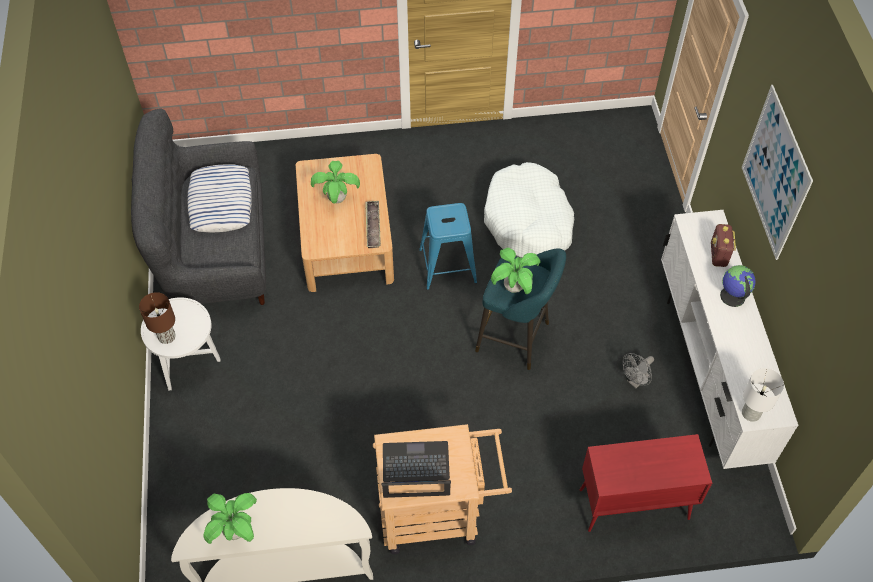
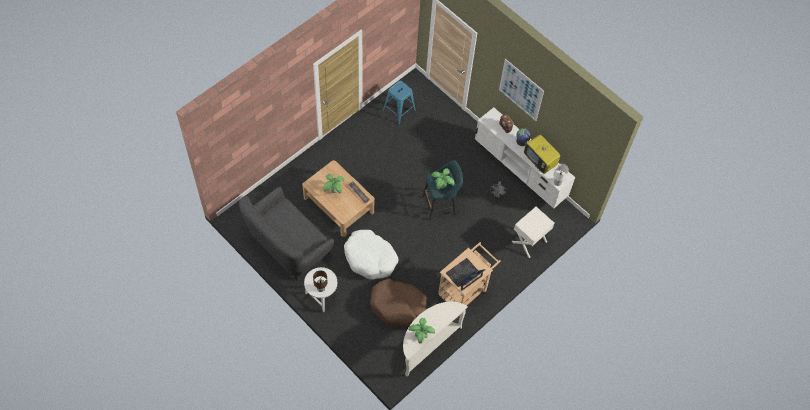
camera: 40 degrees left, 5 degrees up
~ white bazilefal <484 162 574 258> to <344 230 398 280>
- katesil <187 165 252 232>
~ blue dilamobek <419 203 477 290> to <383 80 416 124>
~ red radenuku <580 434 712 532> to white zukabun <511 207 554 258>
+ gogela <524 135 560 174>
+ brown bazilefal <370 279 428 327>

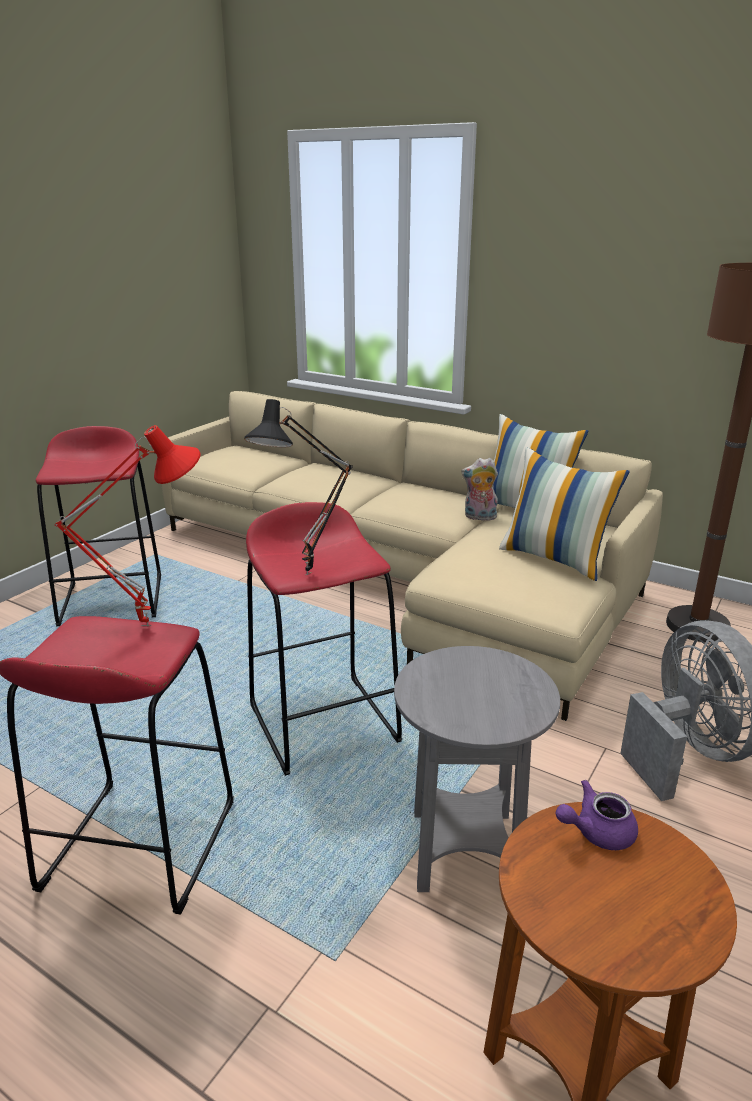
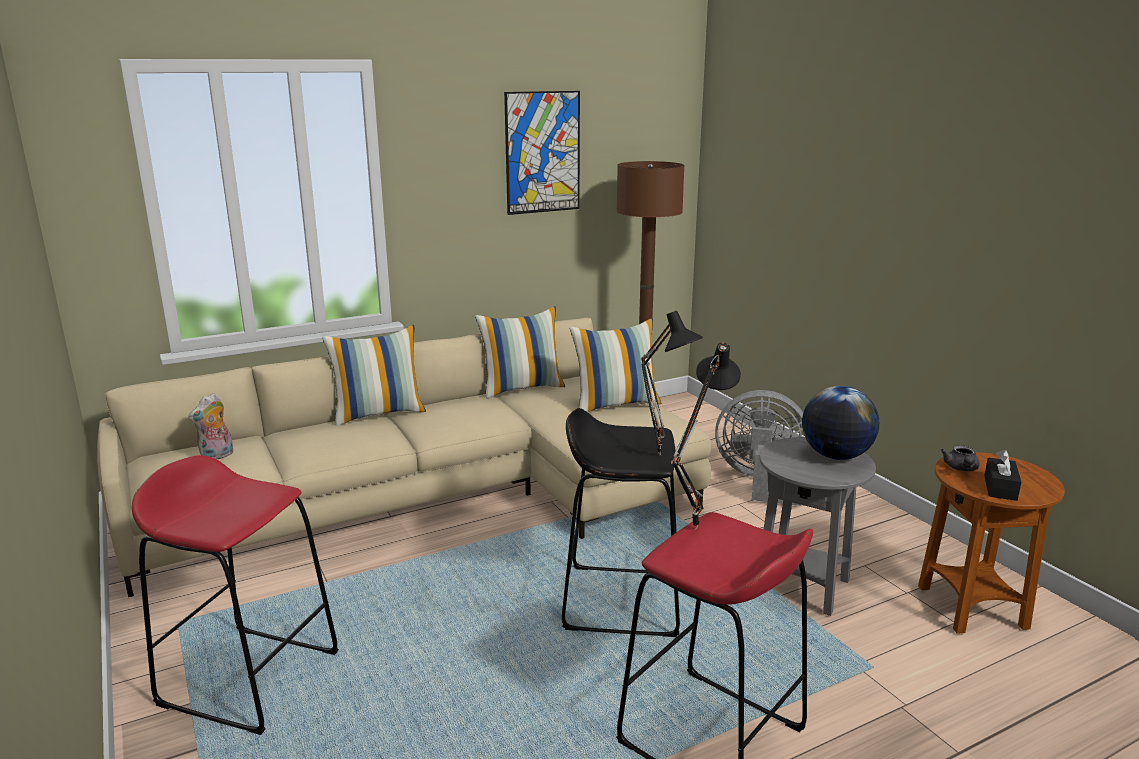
camera: 60 degrees left, 5 degrees down
~ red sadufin <55 425 201 627> to black sadufin <671 343 741 531>
~ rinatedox <461 458 498 521> to <188 393 233 459>
~ red dilamobek <246 502 402 776> to black dilamobek <562 408 680 637>
~ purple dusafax <555 780 638 850> to grey dusafax <941 445 979 472>
+ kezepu <504 91 580 215>
+ katesil <322 325 426 426>
+ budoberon <802 386 879 460>
+ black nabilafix <984 450 1021 501>

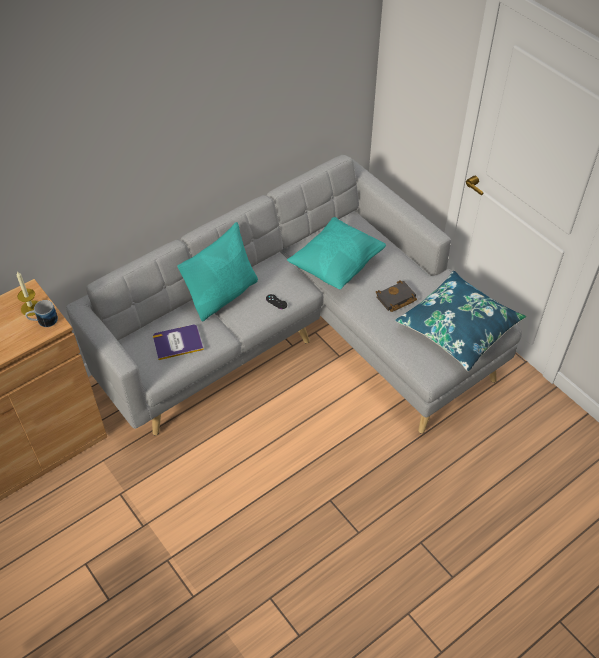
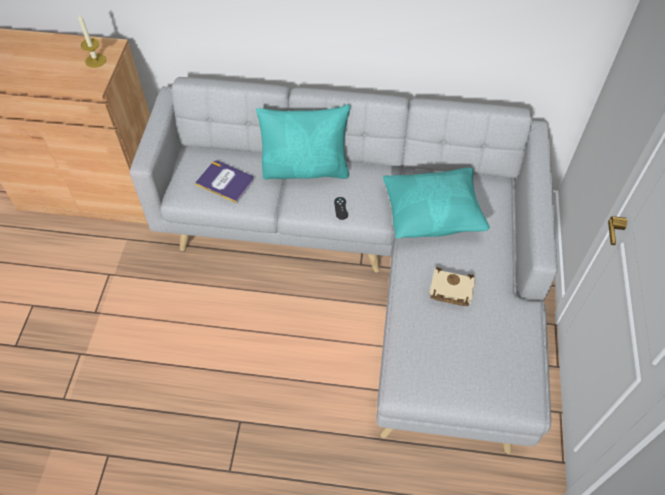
camera: 45 degrees right, 5 degrees up
- blue katesil <395 271 526 371>
~ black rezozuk <376 280 417 312> to beige rezozuk <429 267 475 307>
- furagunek <25 300 58 327>

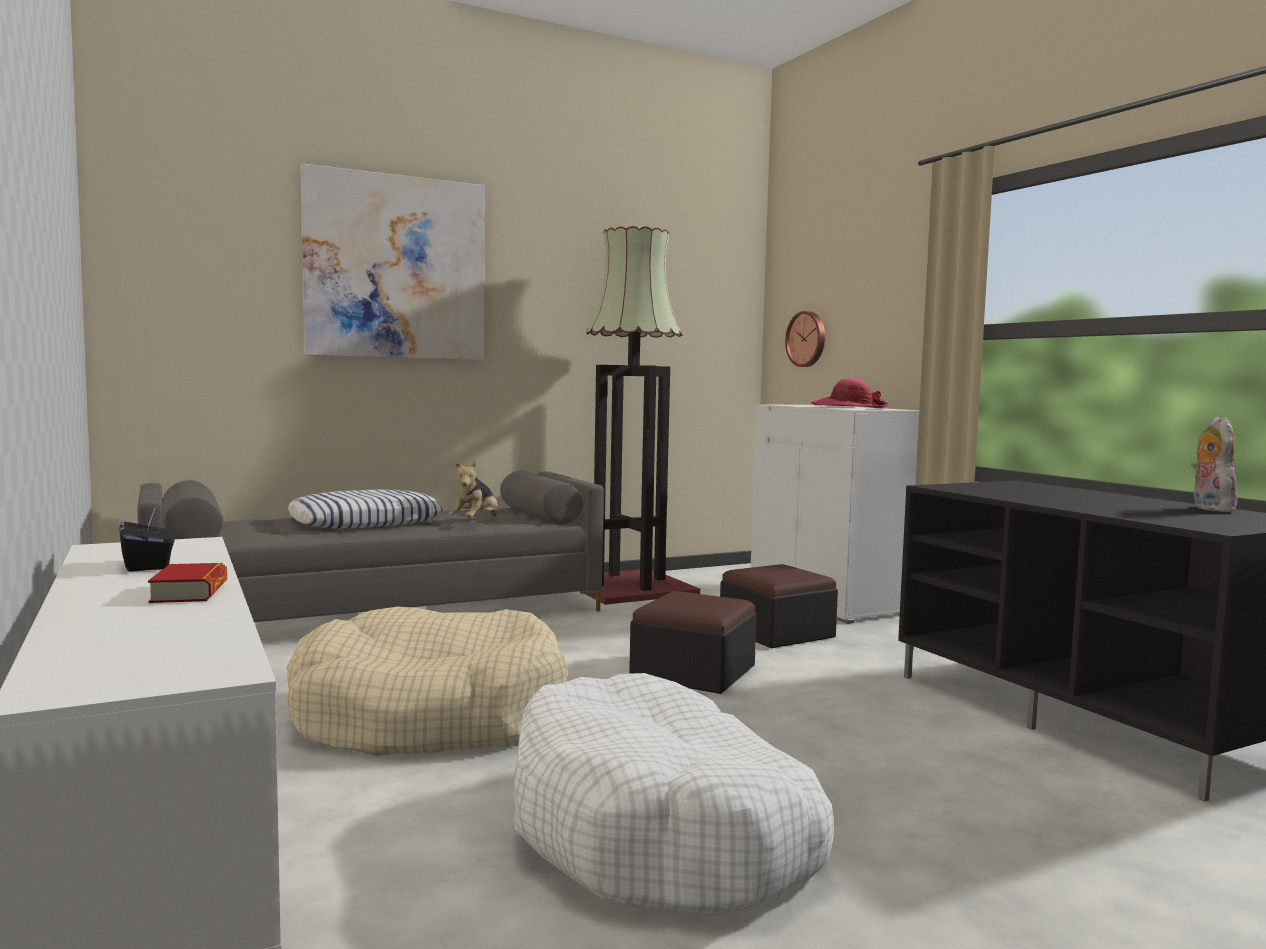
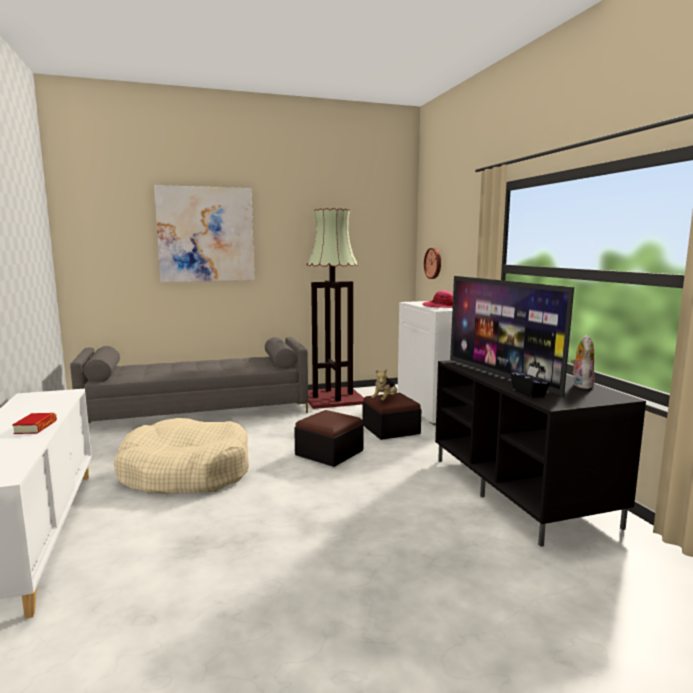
camera: 10 degrees right, 5 degrees up
~ rinatedox <449 461 497 518> to <371 369 397 400>
- katesil <288 489 443 529>
~ black nabilafix <119 507 175 572> to <511 366 550 397>
- white bazilefal <514 673 834 916>
+ gogela <450 276 574 396>

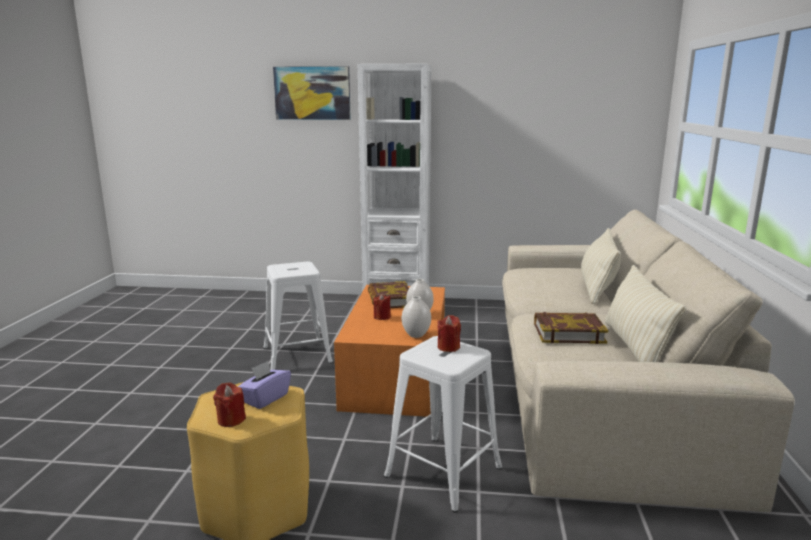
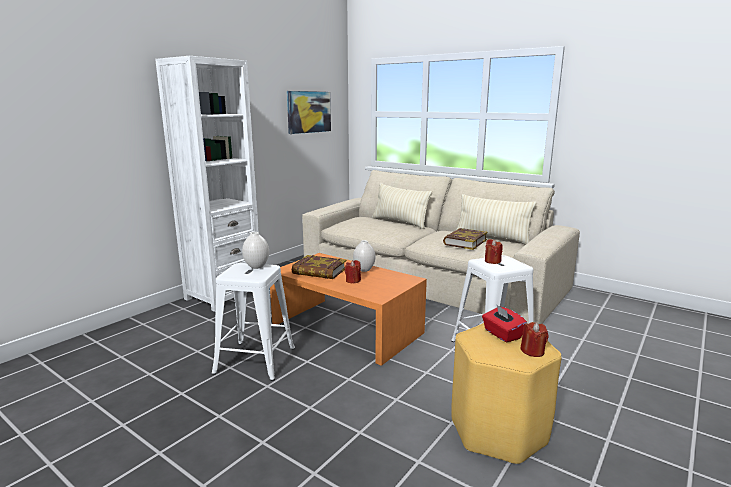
camera: 60 degrees left, 0 degrees up
~ kezepu <273 66 351 120> to <287 91 331 134>
~ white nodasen <402 296 431 338> to <242 232 269 269>
~ purple nabilafix <238 361 291 409> to red nabilafix <482 304 527 343>

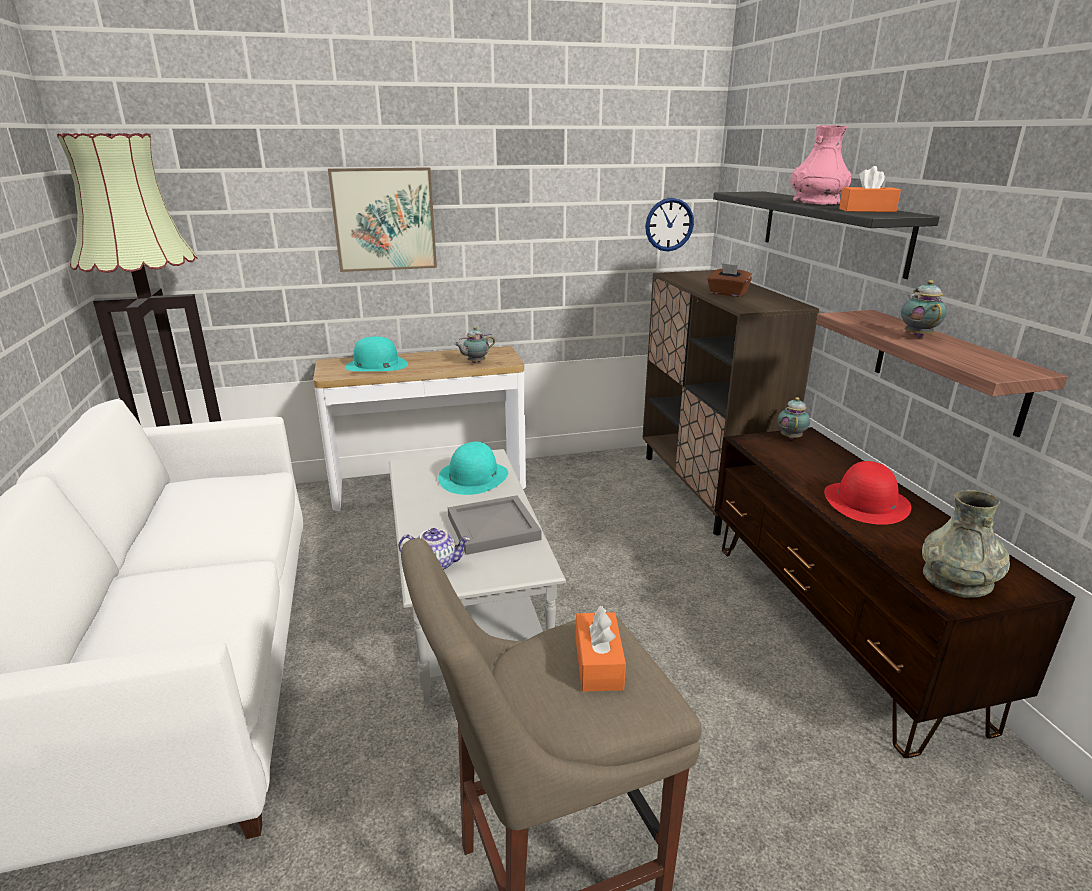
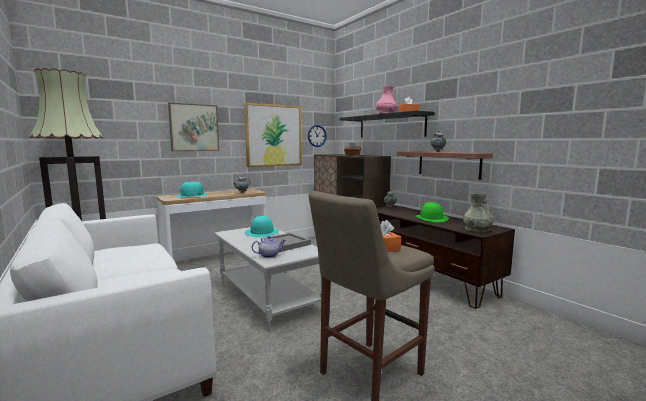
camera: 20 degrees left, 15 degrees down
~ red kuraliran <824 461 911 525> to green kuraliran <415 202 449 222>
+ kezepu <244 103 302 167>

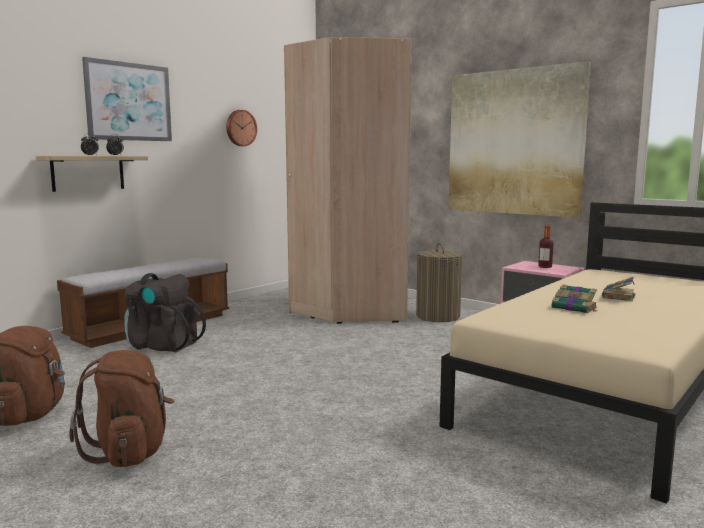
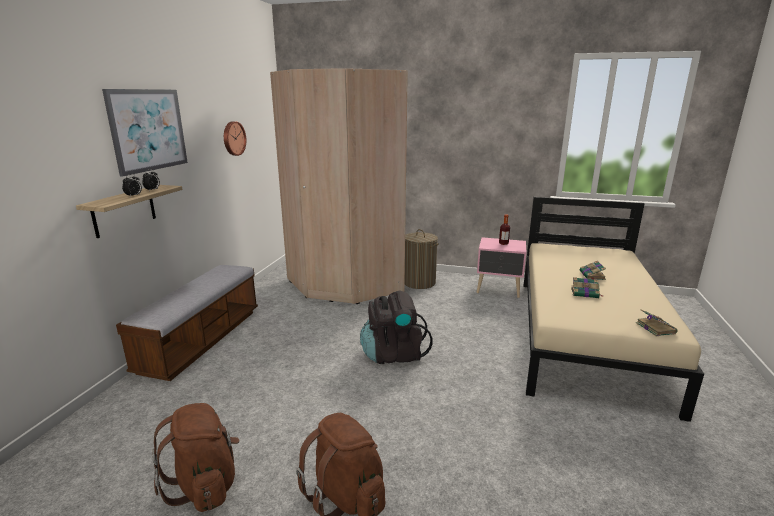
camera: 25 degrees left, 10 degrees up
- kezepu <448 61 591 218>
~ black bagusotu <124 273 206 352> to <360 290 433 364>
+ rezozuk <636 309 678 336>

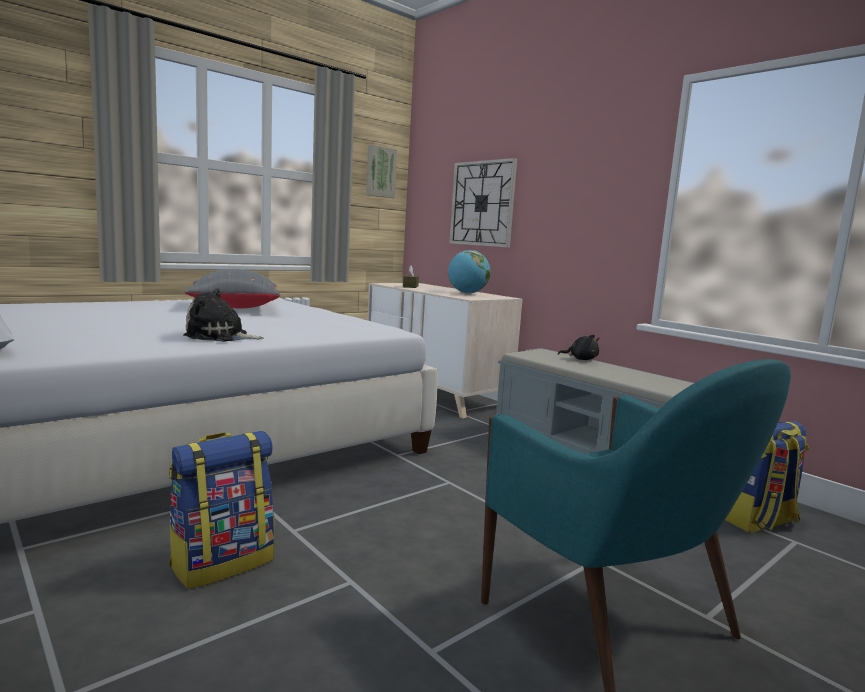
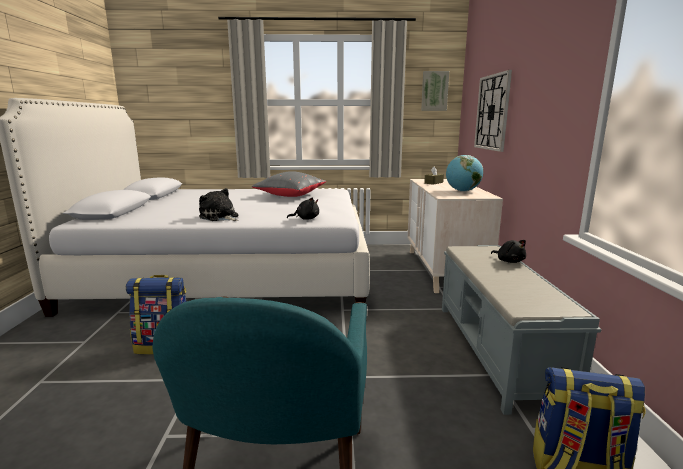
camera: 40 degrees right, 5 degrees up
+ black rinatedox <287 197 319 220>

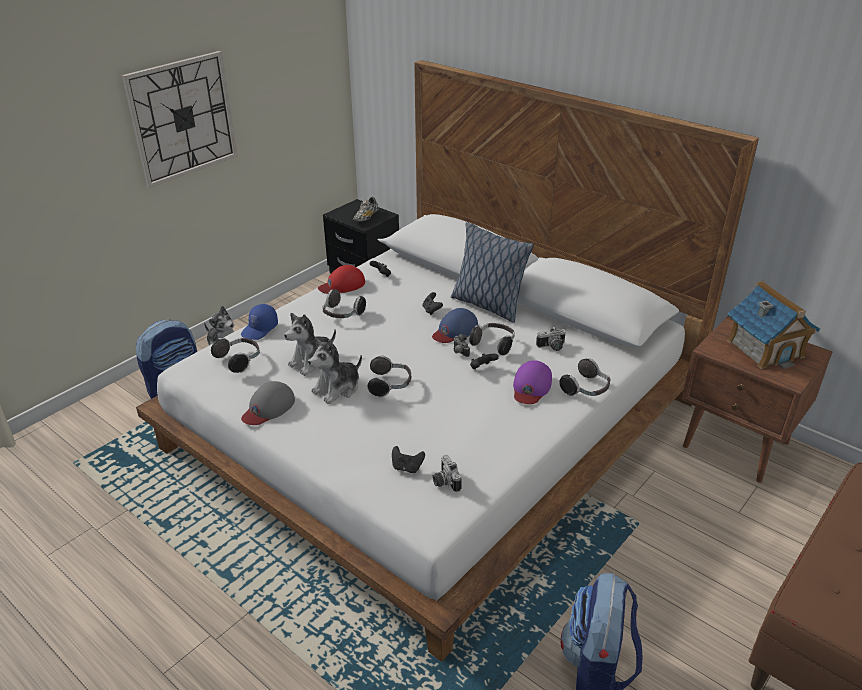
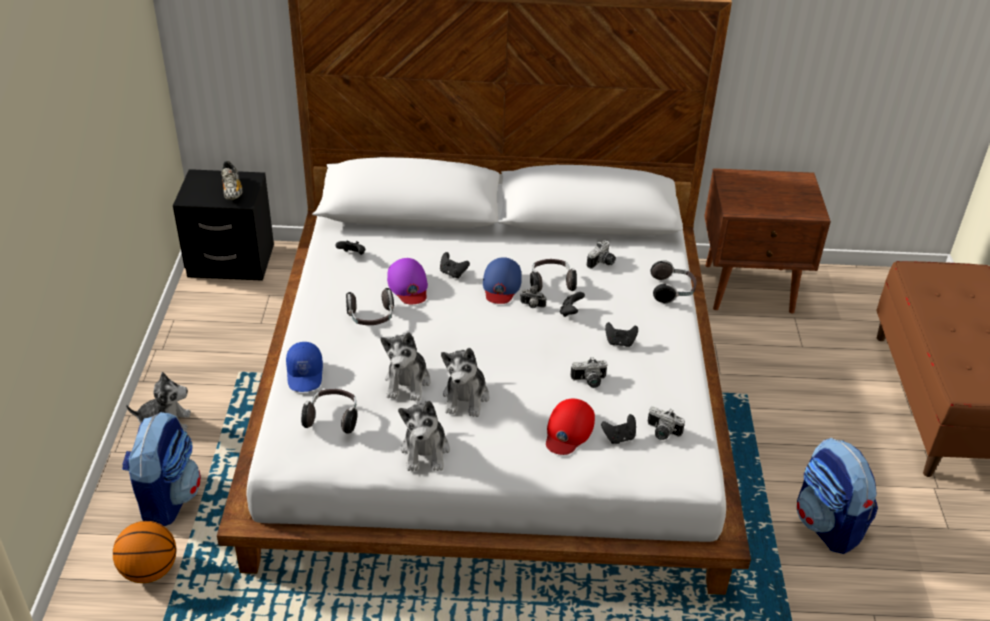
camera: 40 degrees left, 5 degrees up
- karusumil <122 51 237 188>
- katesil <451 222 534 323>
~ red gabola <318 265 365 294> to <546 399 595 455>
- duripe <727 281 820 369>
- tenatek <368 355 411 397>
~ purple gabola <513 360 552 404> to <387 258 428 304>
~ grey gabola <241 381 295 425> to rinatedox <398 400 450 471>
+ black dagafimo <605 322 638 347>
+ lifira <570 357 607 388>
+ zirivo <113 521 177 583>

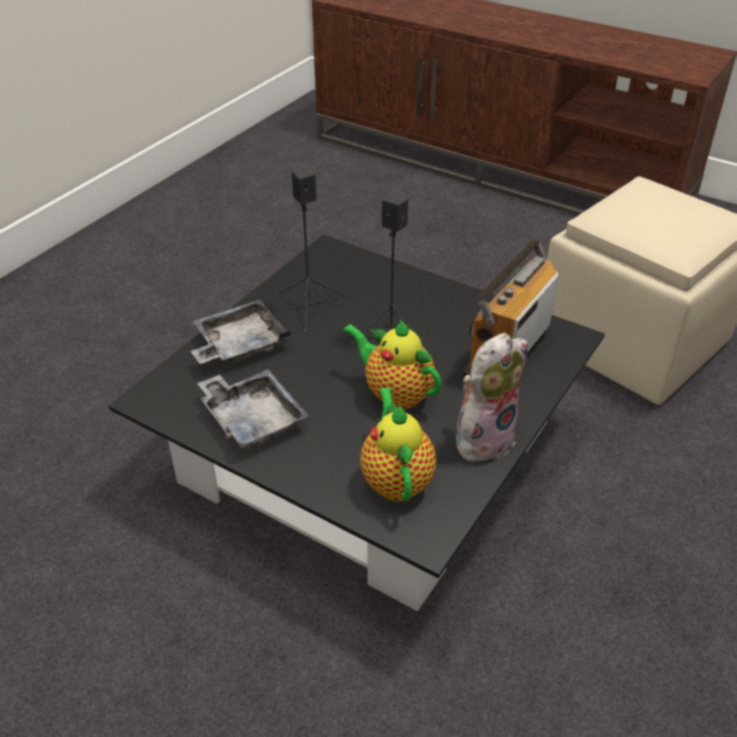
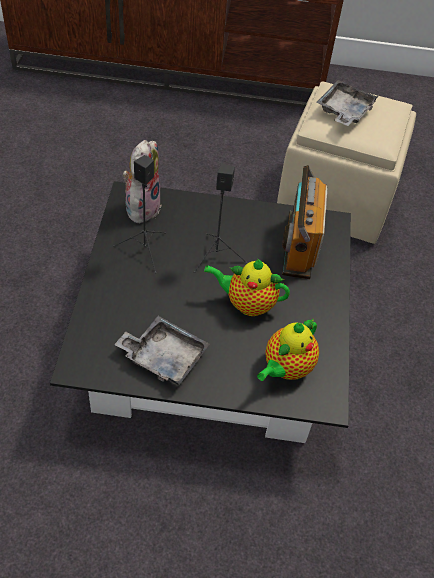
camera: 30 degrees left, 10 degrees up
~ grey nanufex <191 299 291 364> to <317 80 379 126>
~ rinatedox <456 333 527 462> to <123 140 162 223>
~ dusafax <360 387 436 501> = <257 318 319 381> 105 degrees counterclockwise

